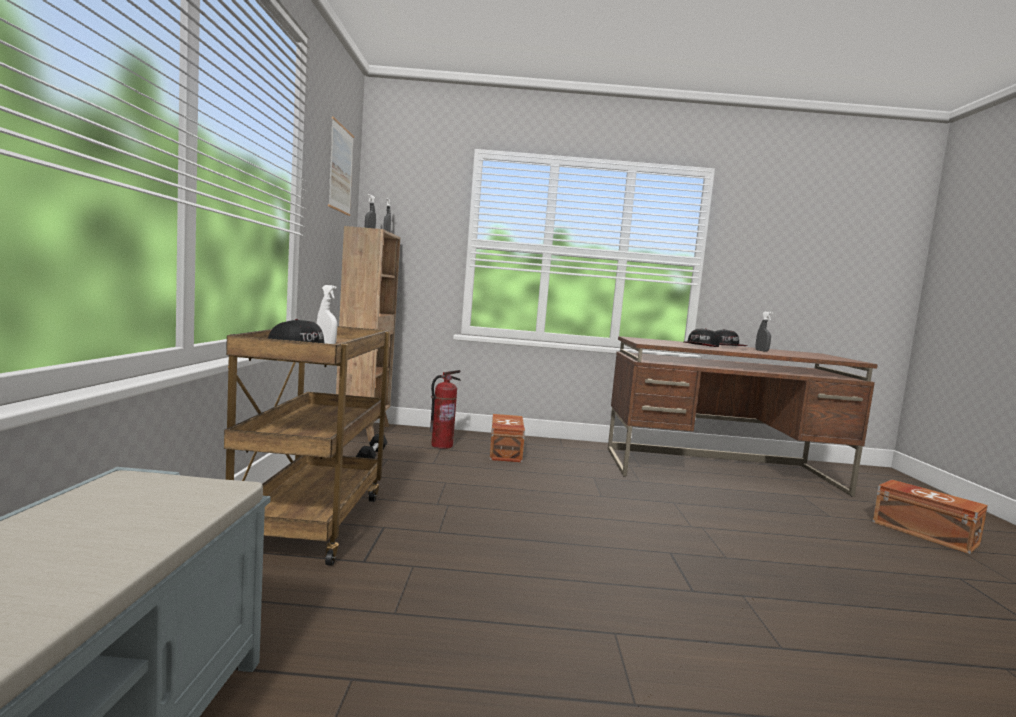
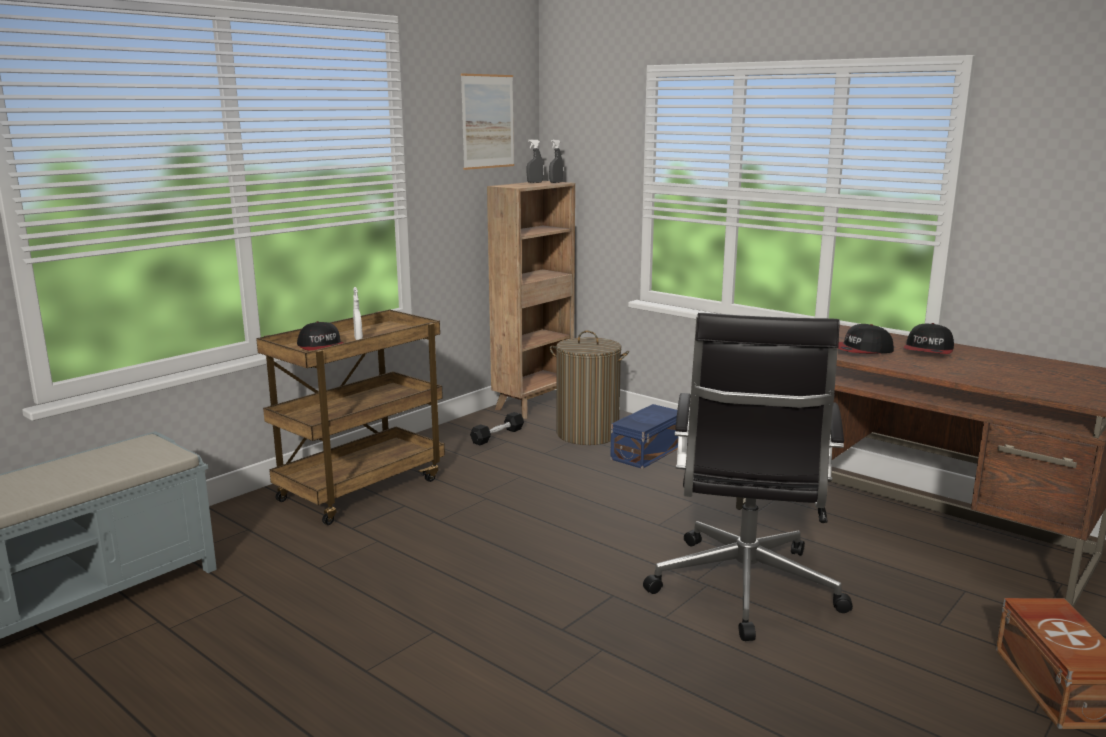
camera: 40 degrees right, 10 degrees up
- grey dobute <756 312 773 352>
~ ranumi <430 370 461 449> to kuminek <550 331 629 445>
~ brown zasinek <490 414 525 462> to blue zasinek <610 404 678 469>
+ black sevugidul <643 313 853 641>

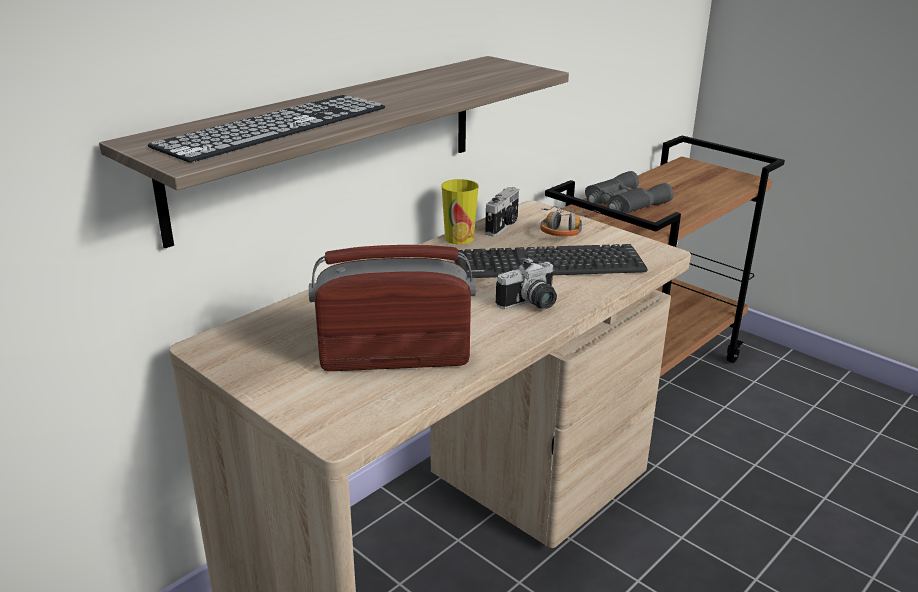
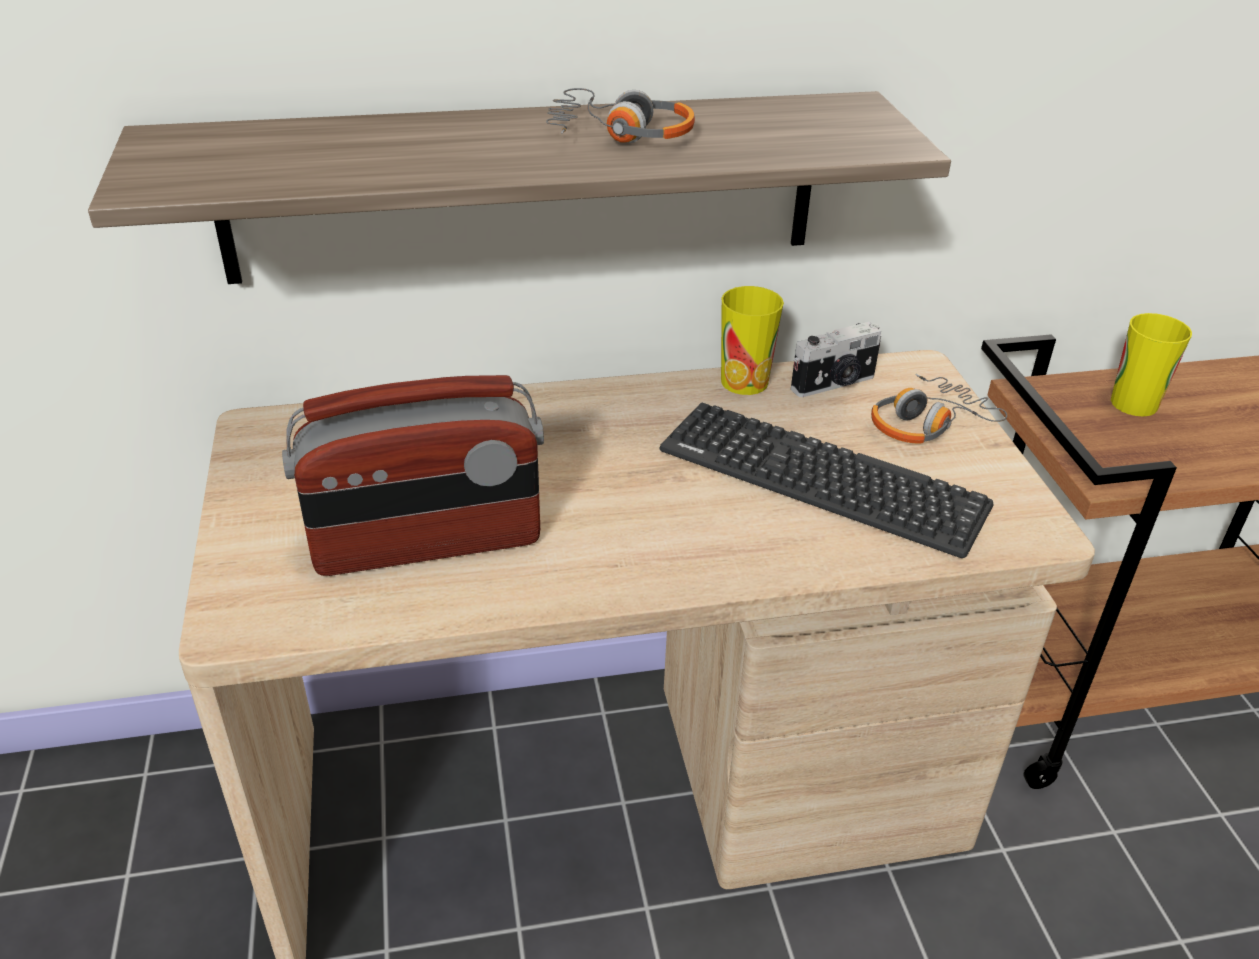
camera: 35 degrees right, 10 degrees up
- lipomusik <148 95 385 163>
~ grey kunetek <585 171 674 213> to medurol <1111 313 1192 417>
~ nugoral <309 245 476 371> = <282 375 544 576> 135 degrees clockwise
- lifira <496 258 557 309>
+ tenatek <546 88 695 143>

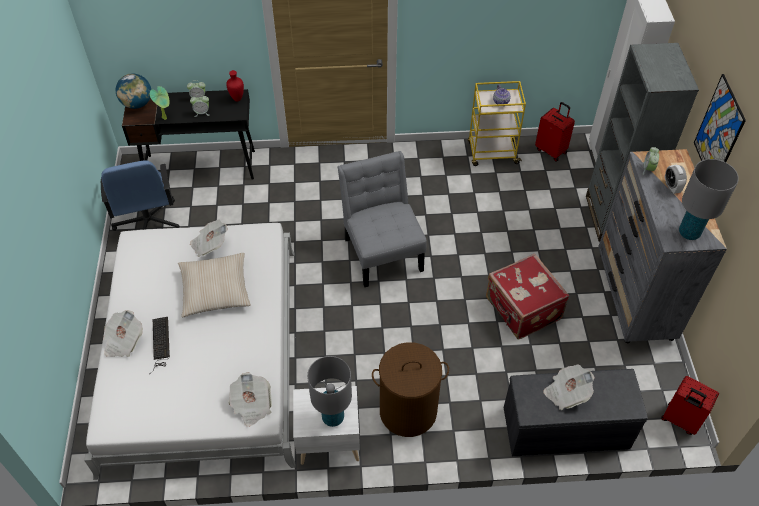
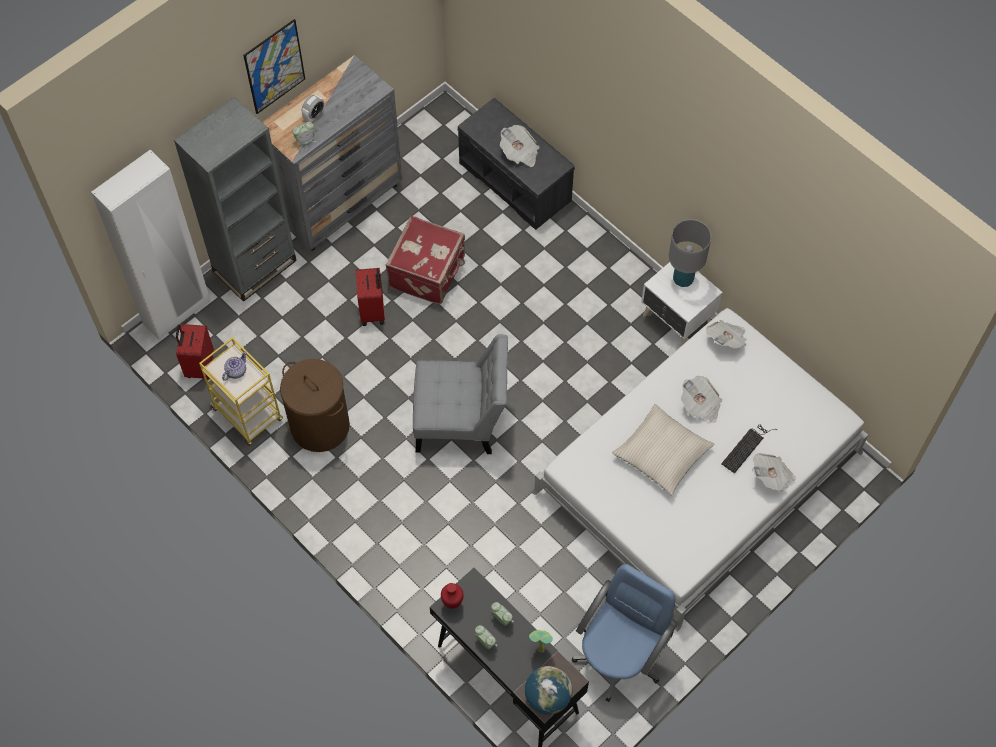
camera: 130 degrees left, 10 degrees up
~ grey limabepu <338 151 427 287> = <413 334 508 454> 120 degrees counterclockwise
- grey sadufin <679 159 739 240>
~ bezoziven <190 219 228 257> to <681 376 722 423>
~ brown kuminek <372 342 449 437> to <280 359 350 452>
~ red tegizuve <661 376 719 435> to <356 268 385 326>

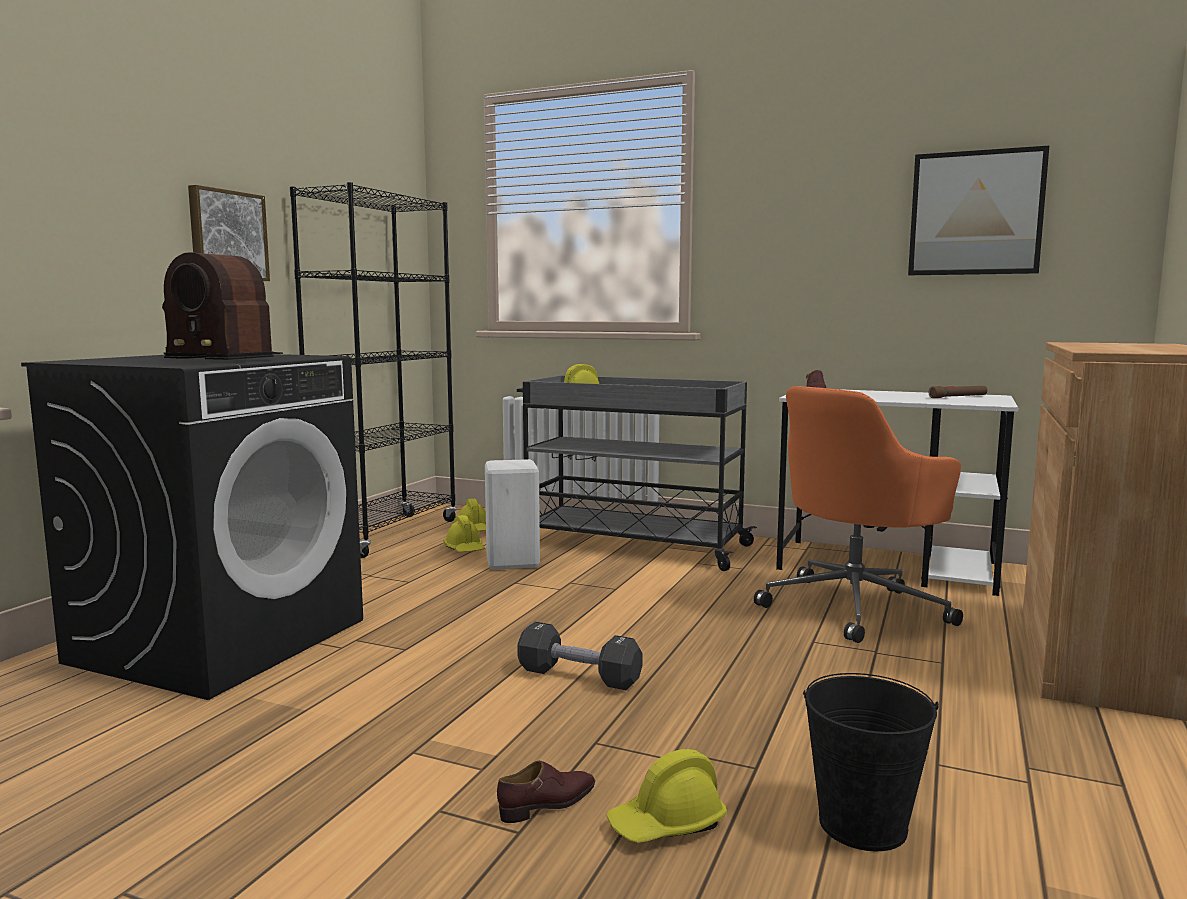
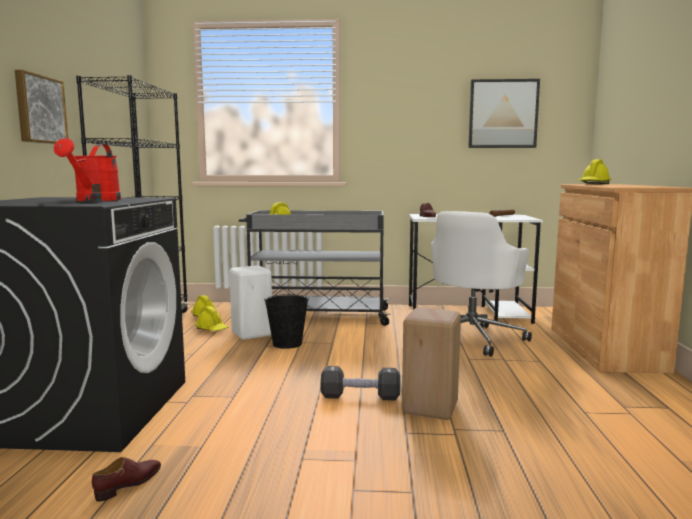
camera: 20 degrees left, 0 degrees up
~ nugoral <162 252 283 360> to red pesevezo <54 138 121 201>
~ orange sevugidul <754 386 963 643> to white sevugidul <431 211 532 357>
~ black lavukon <803 673 939 851> to <265 294 309 349>
~ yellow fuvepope <606 749 727 843> to <579 159 612 184>
~ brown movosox <497 761 595 823> to <92 457 161 501>
+ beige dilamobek <402 308 461 420>

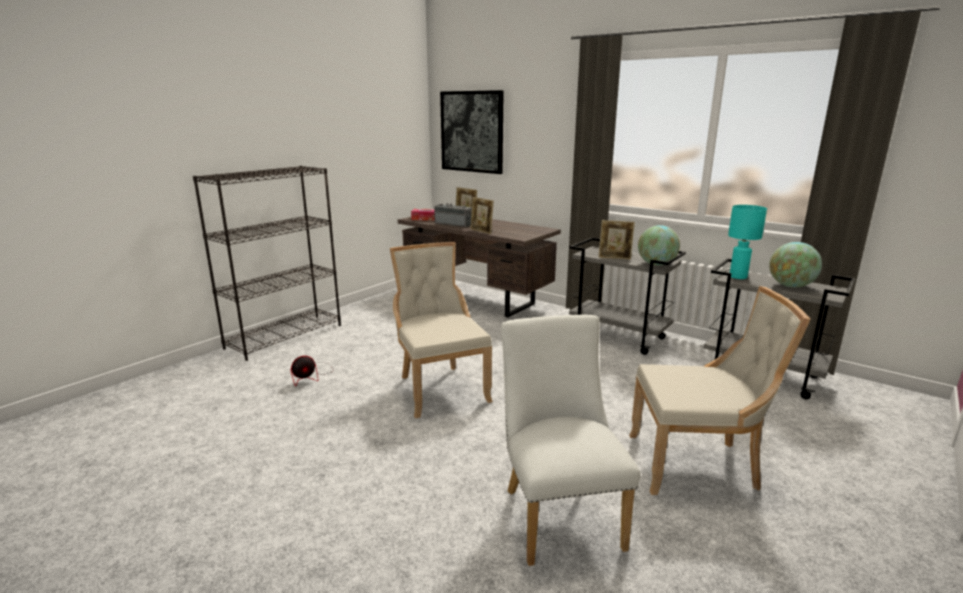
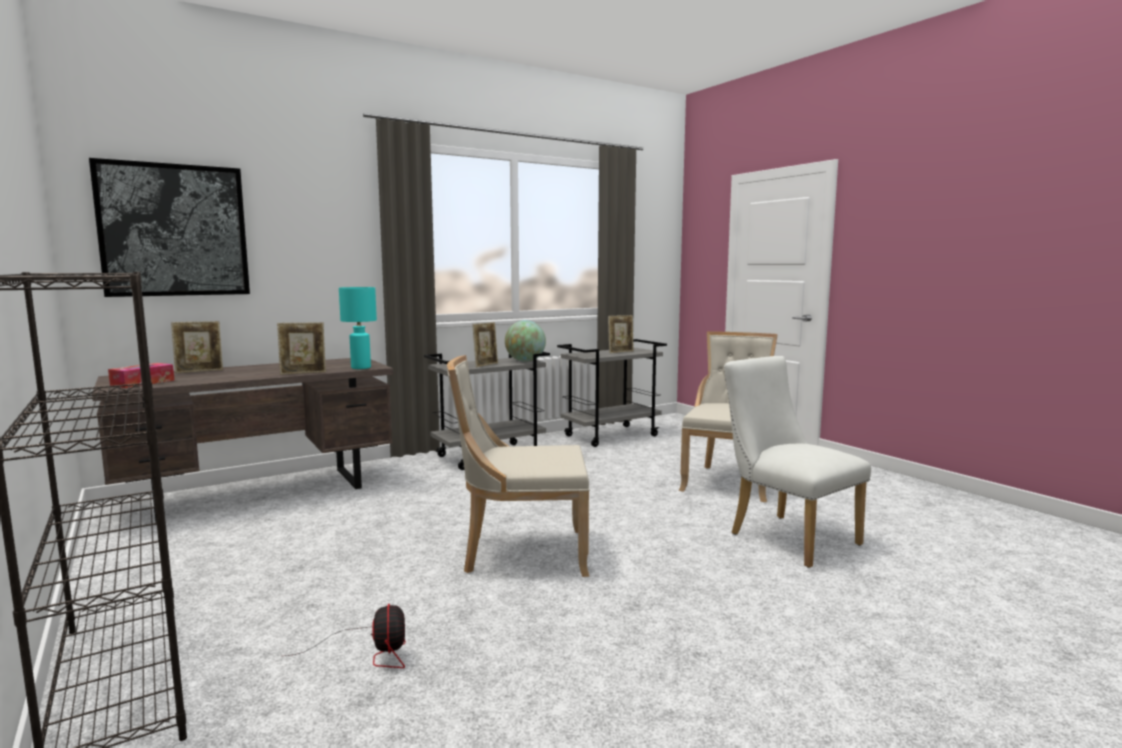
camera: 70 degrees left, 10 degrees down
- nugoral <434 203 472 227>
~ turquoise sadufin <728 205 767 279> to <339 287 377 369>
~ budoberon <769 242 822 288> to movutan <608 315 634 353>
~ white limabepu <501 315 640 566> = <724 356 871 568> 45 degrees clockwise

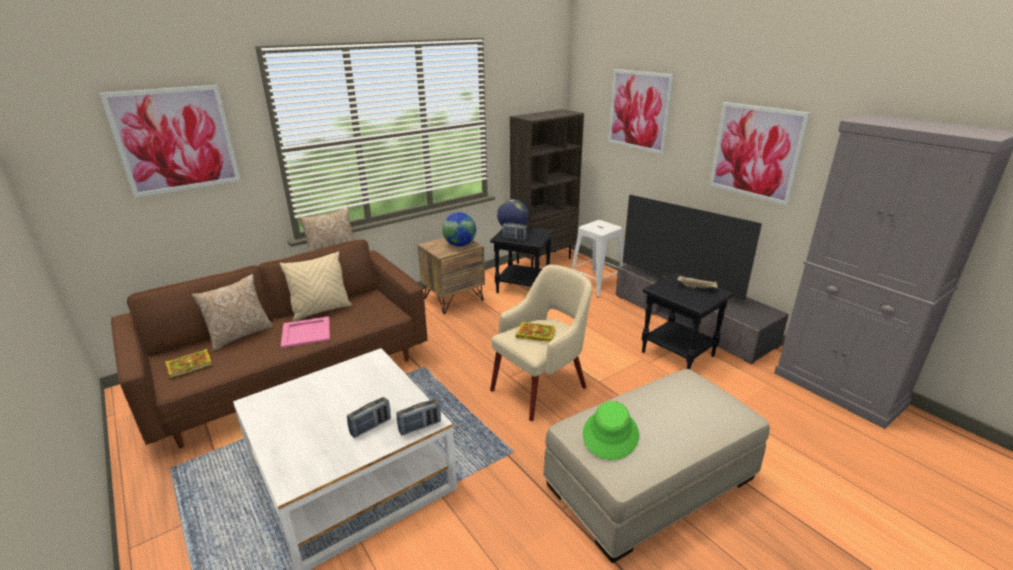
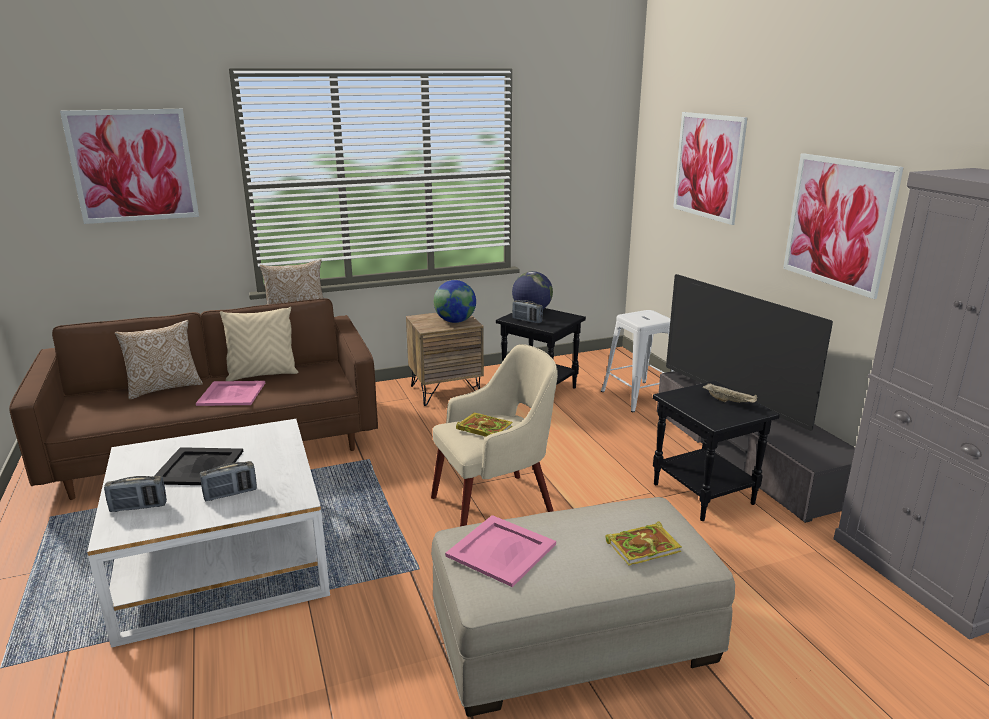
camera: 15 degrees right, 5 degrees down
- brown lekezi <510 109 584 267>
~ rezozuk <165 348 212 378> to <605 521 682 566>
~ nugoral <396 399 441 435> to <104 476 167 512>
~ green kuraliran <583 401 639 460> to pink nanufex <445 515 556 587>
+ black nanufex <154 447 243 485>

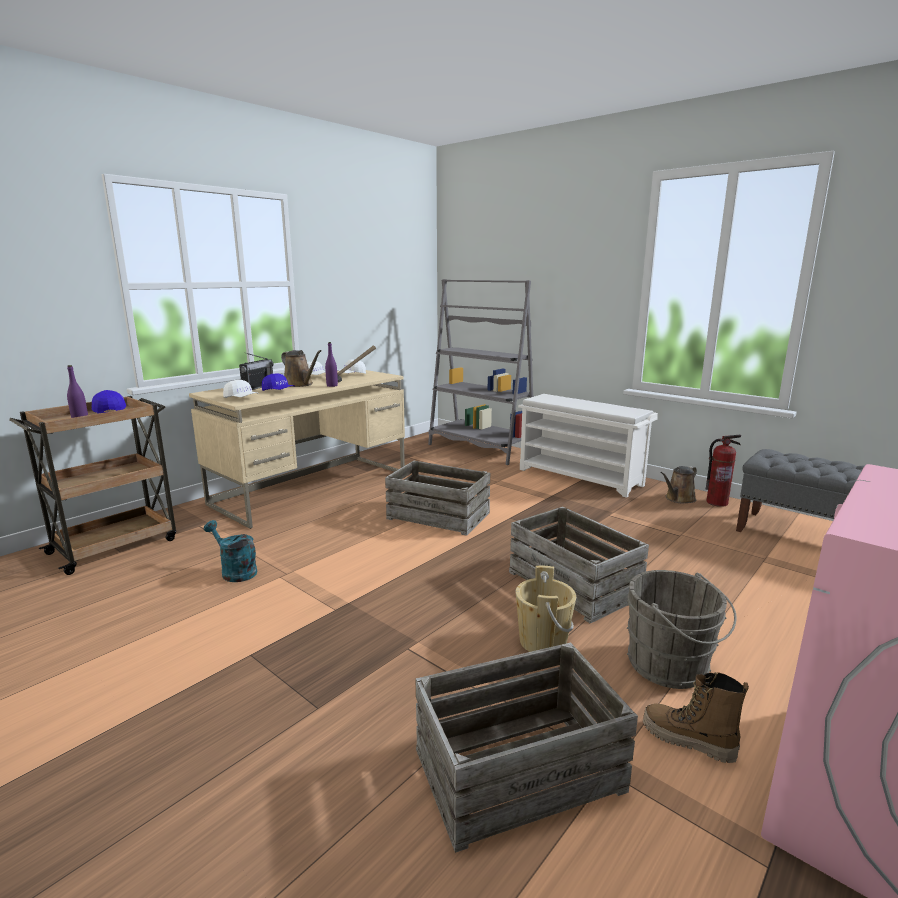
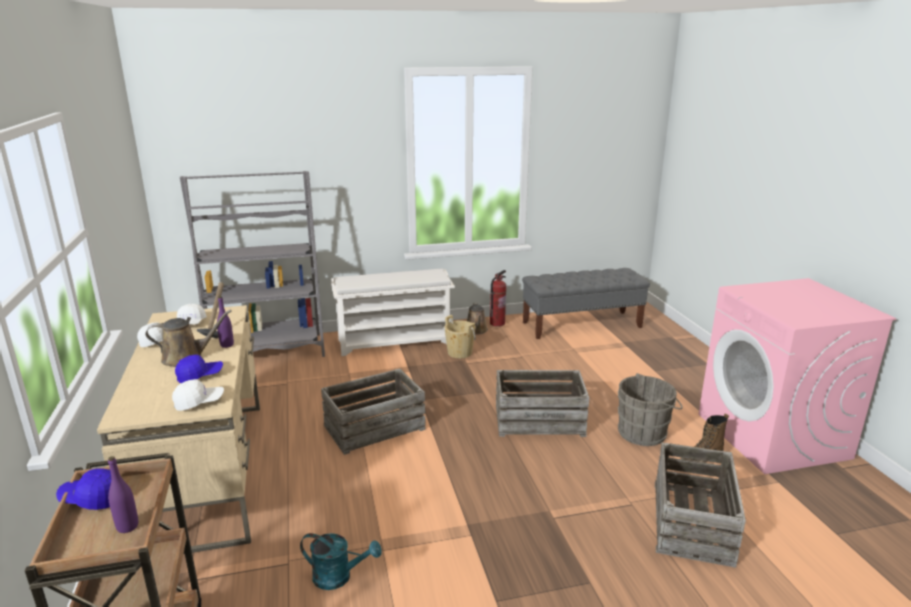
camera: 55 degrees left, 5 degrees up
- nugoral <239 353 273 390>
~ turquoise pesevezo <204 520 257 582> = <300 533 382 590> 150 degrees counterclockwise
~ beige lavukon <516 566 576 652> to <444 315 476 359>

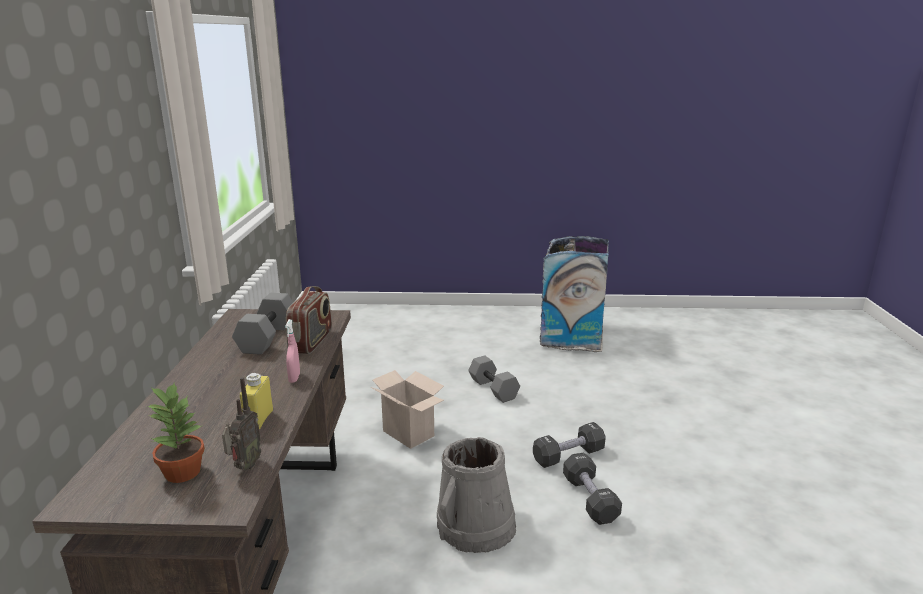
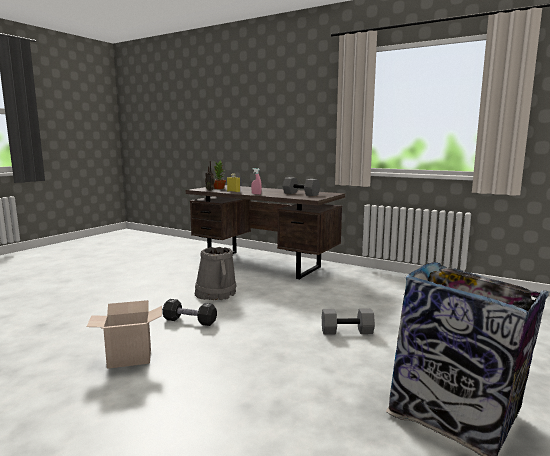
camera: 120 degrees right, 10 degrees down
- nugoral <286 286 332 354>
~ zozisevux <371 370 444 449> to <87 300 162 369>
- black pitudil <533 422 606 468>

